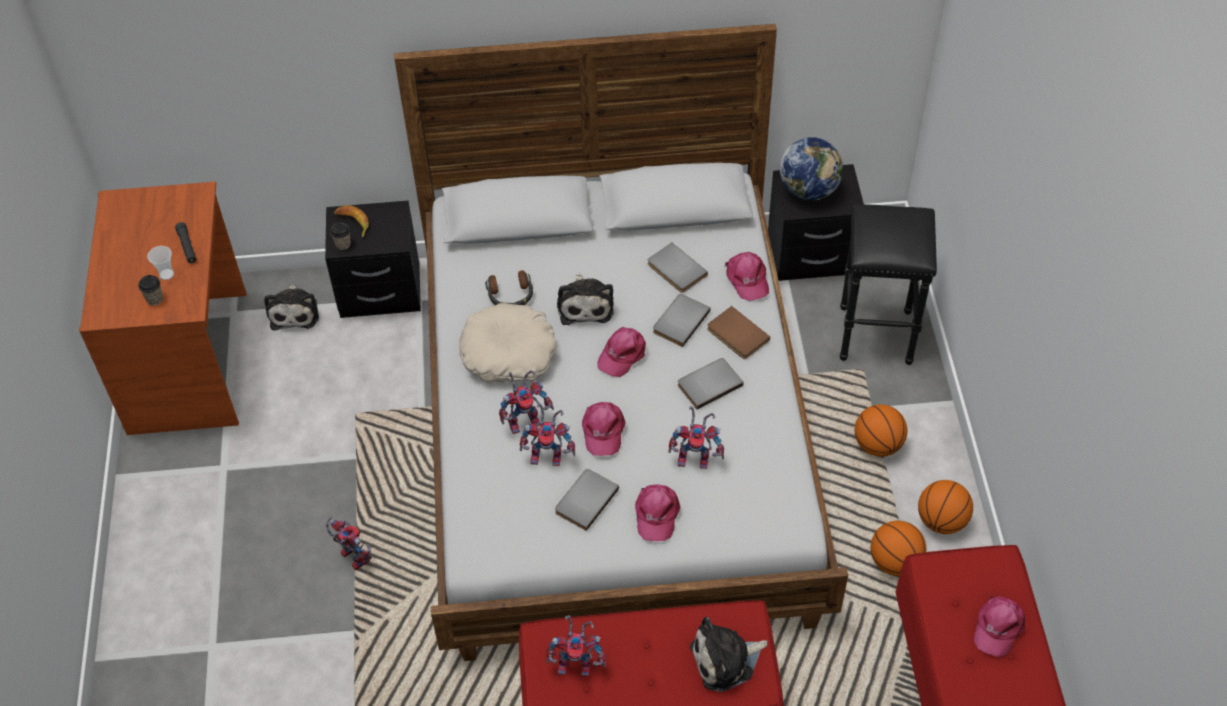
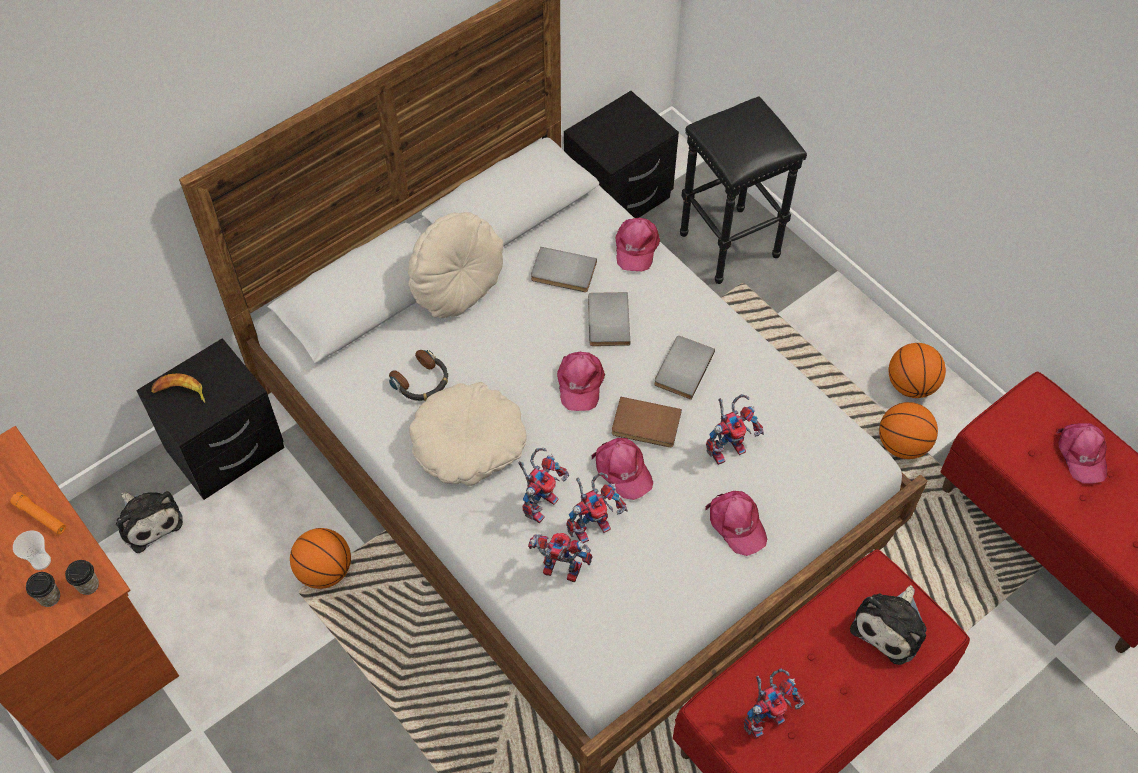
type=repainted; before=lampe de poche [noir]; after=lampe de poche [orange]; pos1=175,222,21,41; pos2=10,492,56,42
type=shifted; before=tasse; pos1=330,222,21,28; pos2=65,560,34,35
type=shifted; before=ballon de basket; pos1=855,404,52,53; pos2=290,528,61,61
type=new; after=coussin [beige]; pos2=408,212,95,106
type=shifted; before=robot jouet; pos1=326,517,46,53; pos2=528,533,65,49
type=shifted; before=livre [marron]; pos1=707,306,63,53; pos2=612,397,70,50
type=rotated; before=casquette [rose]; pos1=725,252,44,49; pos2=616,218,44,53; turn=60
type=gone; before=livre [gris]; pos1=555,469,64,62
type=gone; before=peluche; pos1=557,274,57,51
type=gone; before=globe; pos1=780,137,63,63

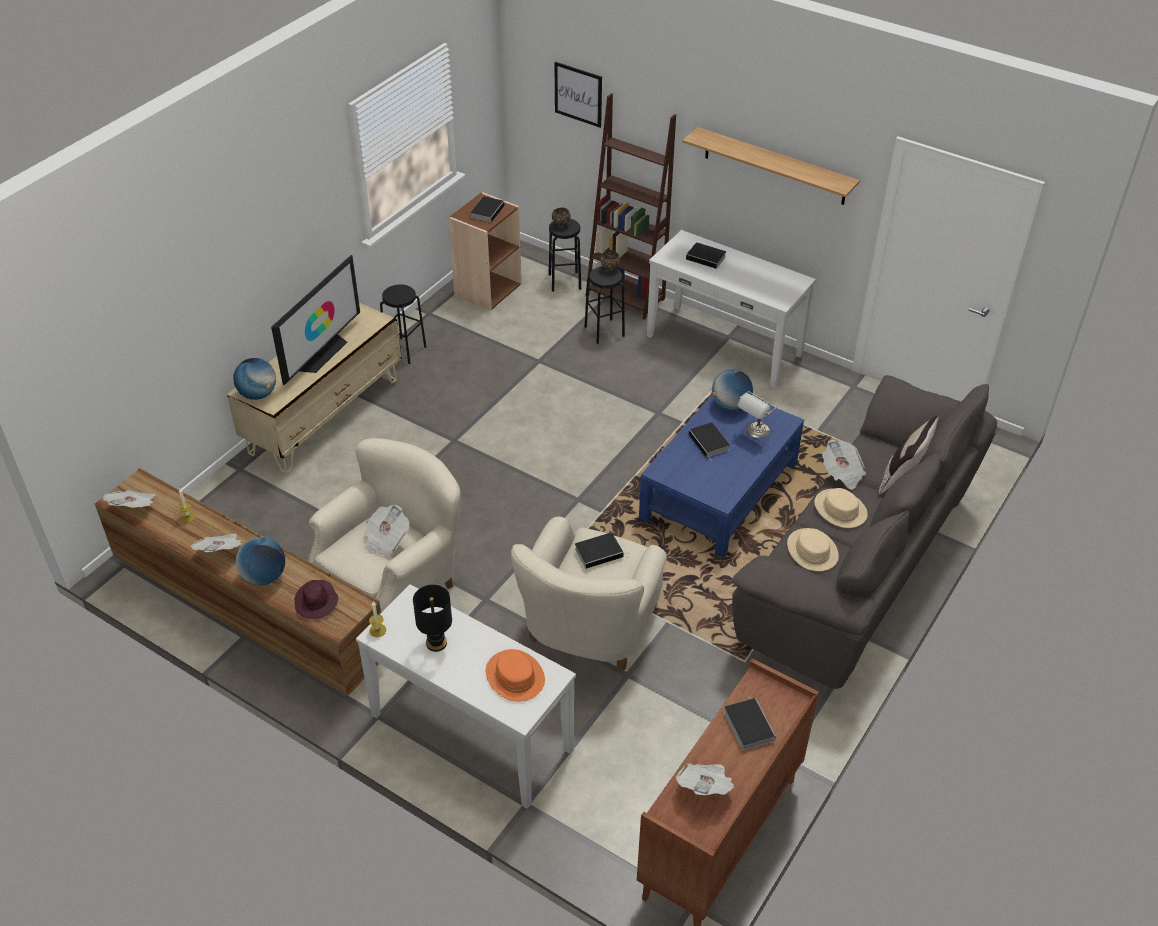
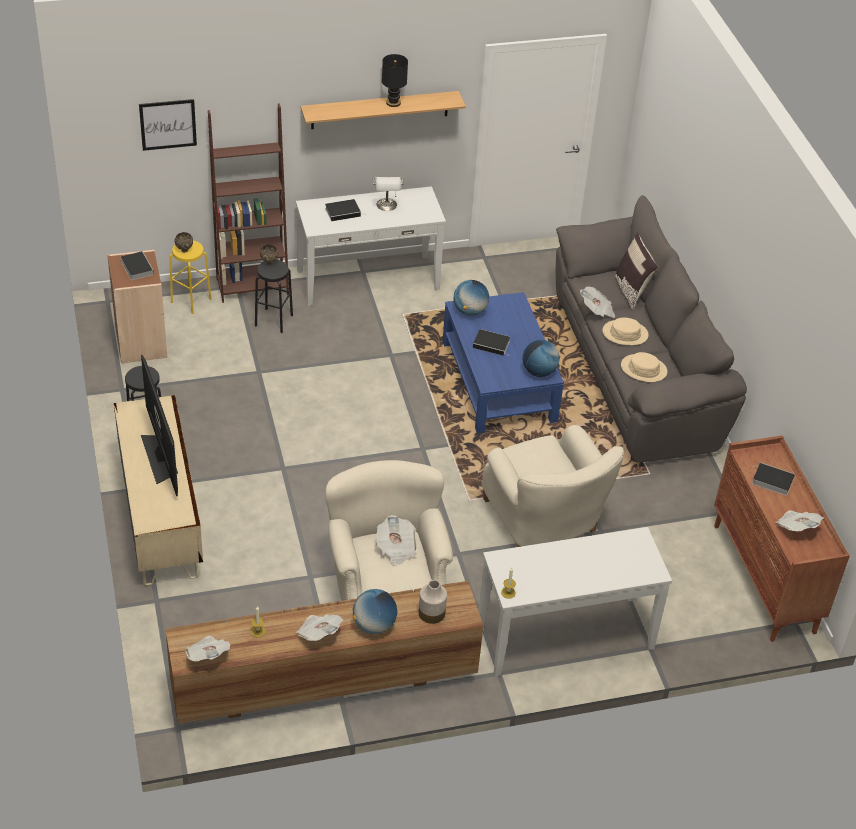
type=repainted; before=tabouret [noir]; after=tabouret [jaune]; pos1=549,219,32,73; pos2=170,240,42,74
type=shifted; before=lampe de table [blanc]; pos1=738,391,38,47; pos2=373,177,31,34
type=shifted; before=lampe de table [noir]; pos1=413,585,39,67; pos2=382,54,26,53
type=swapped; before=chapeau [violet]; after=vase [beige]; pos1=294,580,44,39; pos2=418,580,29,44
type=shifted; before=globe; pos1=233,358,43,42; pos2=522,340,38,37
type=gone; before=chapeau [orange]; pos1=486,649,59,52
type=gone; before=livre; pos1=575,532,55,37

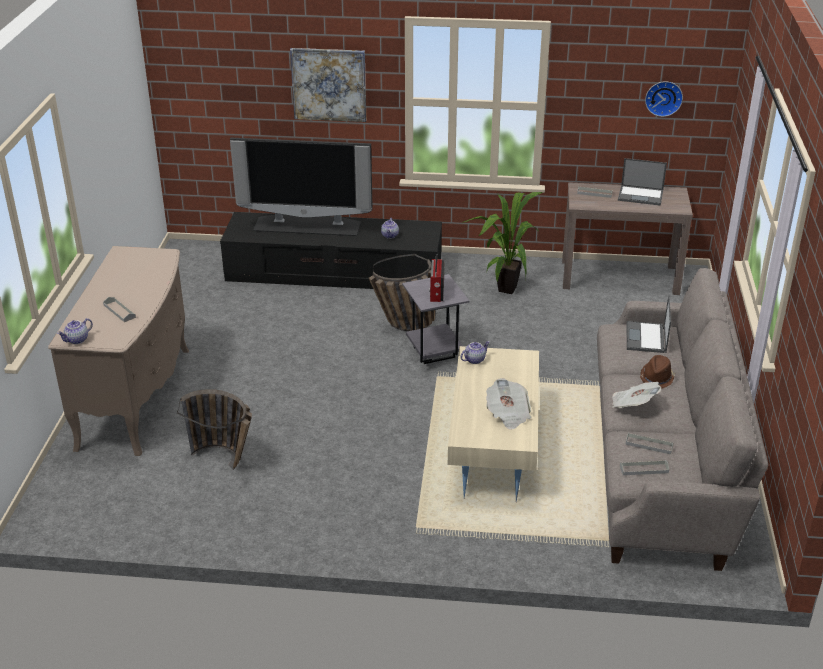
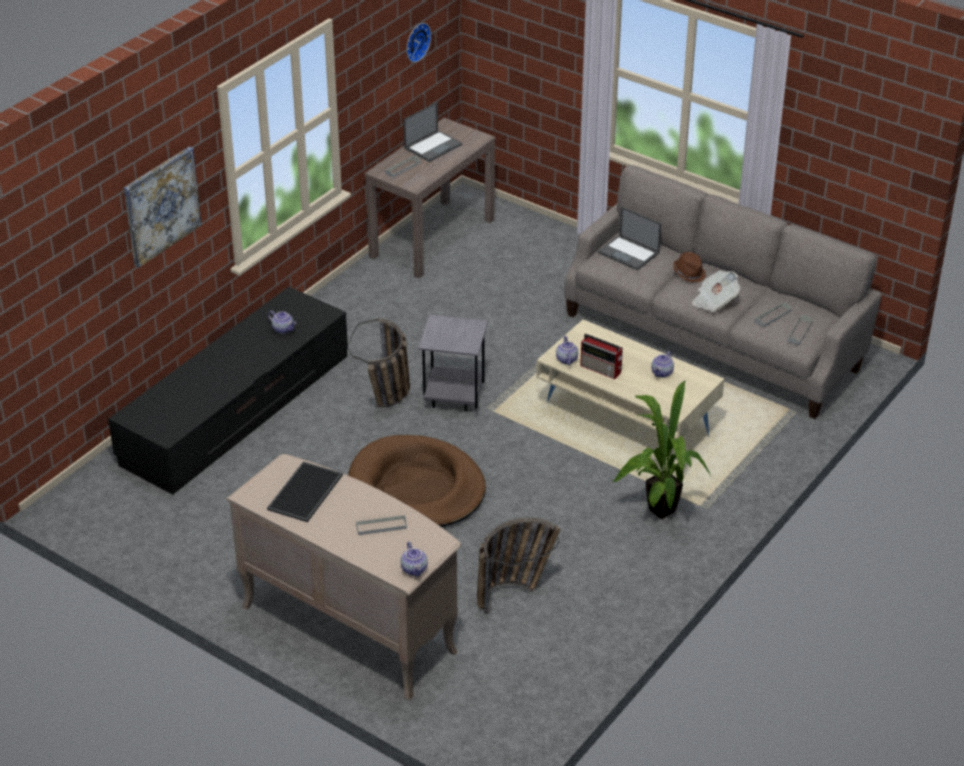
type=new; after=plateau; pos2=267,461,76,61
type=new; after=panier pour chien [marron]; pos2=348,435,138,92
type=shifted; before=radio; pos1=429,255,15,47; pos2=580,334,43,45
type=shifted; before=plante en pot; pos1=462,192,81,102; pos2=613,381,98,138
type=swapped; before=journal; after=théière; pos1=486,378,46,52; pos2=651,351,23,26
type=gone; before=téléviseur; pos1=230,138,143,98

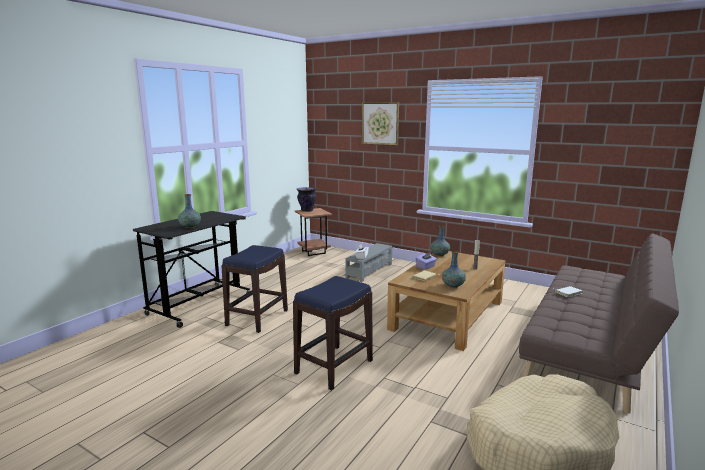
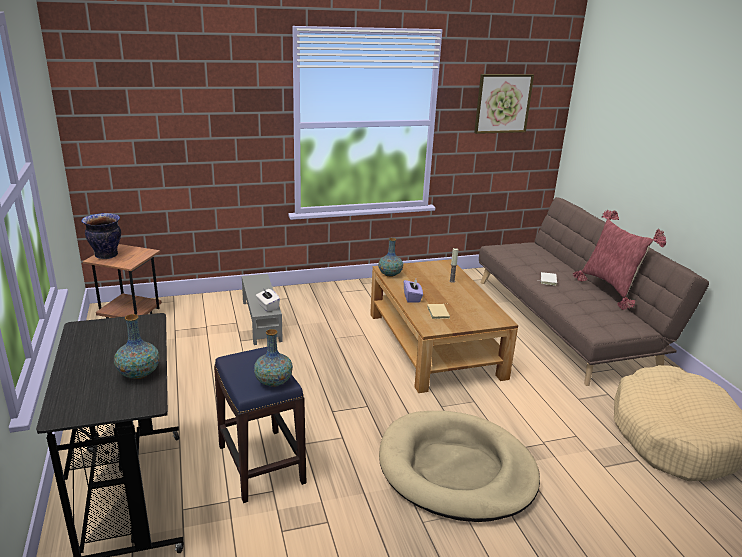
type=shifted; before=vase; pos1=442,251,24,37; pos2=254,329,39,58
type=swapped; before=tabouret; after=panier pour chien [beige]; pos1=293,276,80,115; pos2=379,411,161,111
type=shifted; before=tableau; pos1=362,102,37,43; pos2=474,74,60,60
type=new; after=coussin [rouge]; pos2=573,209,93,101

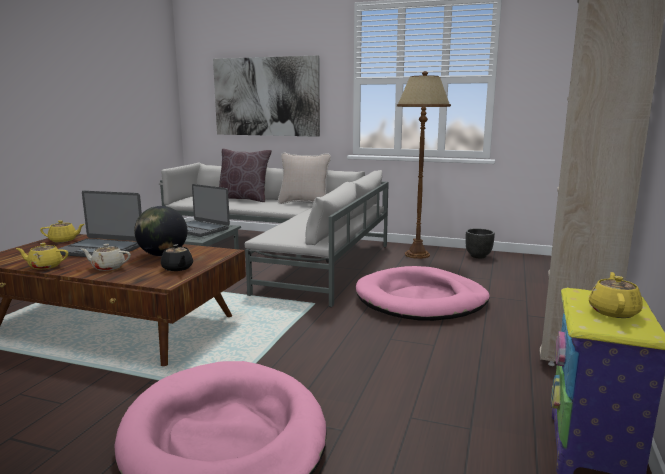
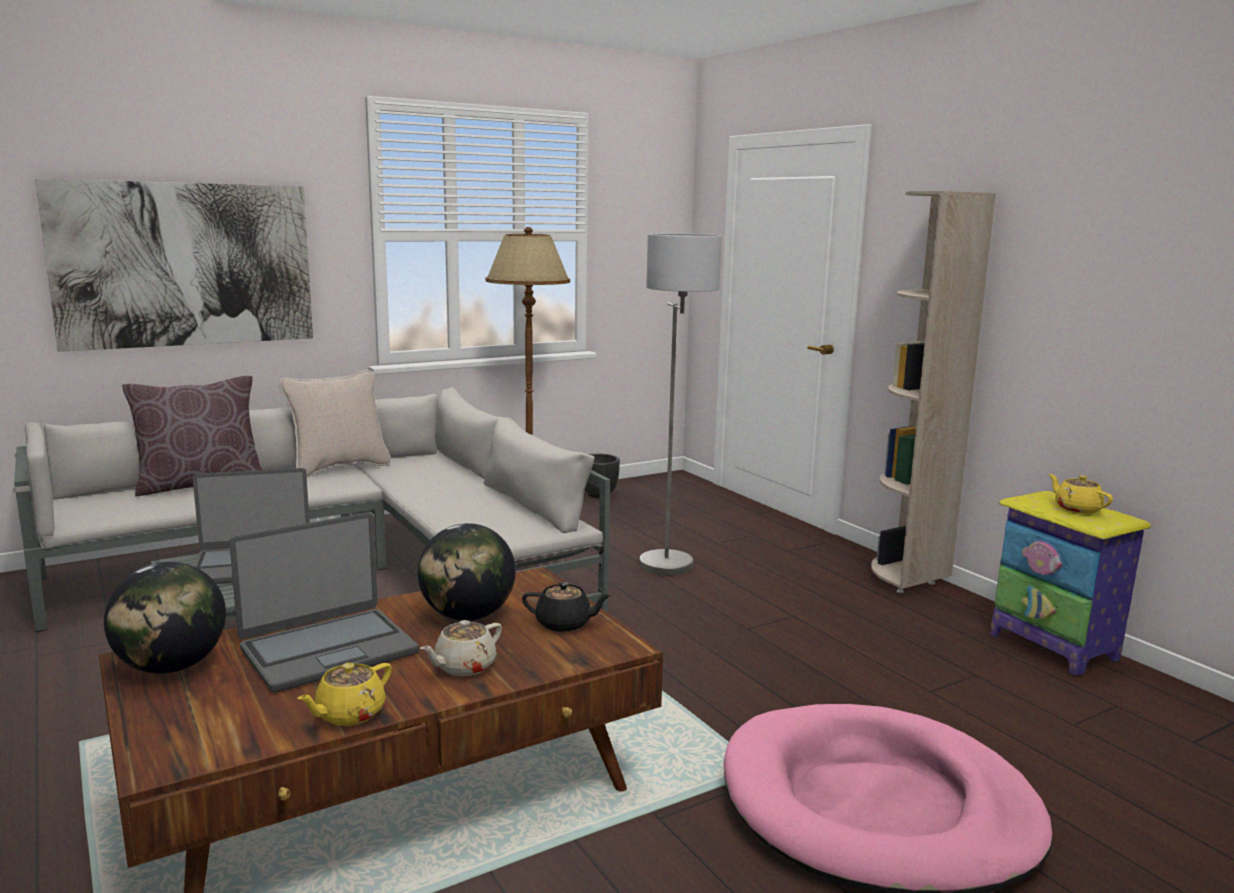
type=swapped; before=théière [jaune]; after=globe; pos1=40,220,44,22; pos2=104,562,122,112
type=swapped; before=panier pour chien [rose]; after=lampadaire [gris]; pos1=356,266,134,55; pos2=639,233,83,342

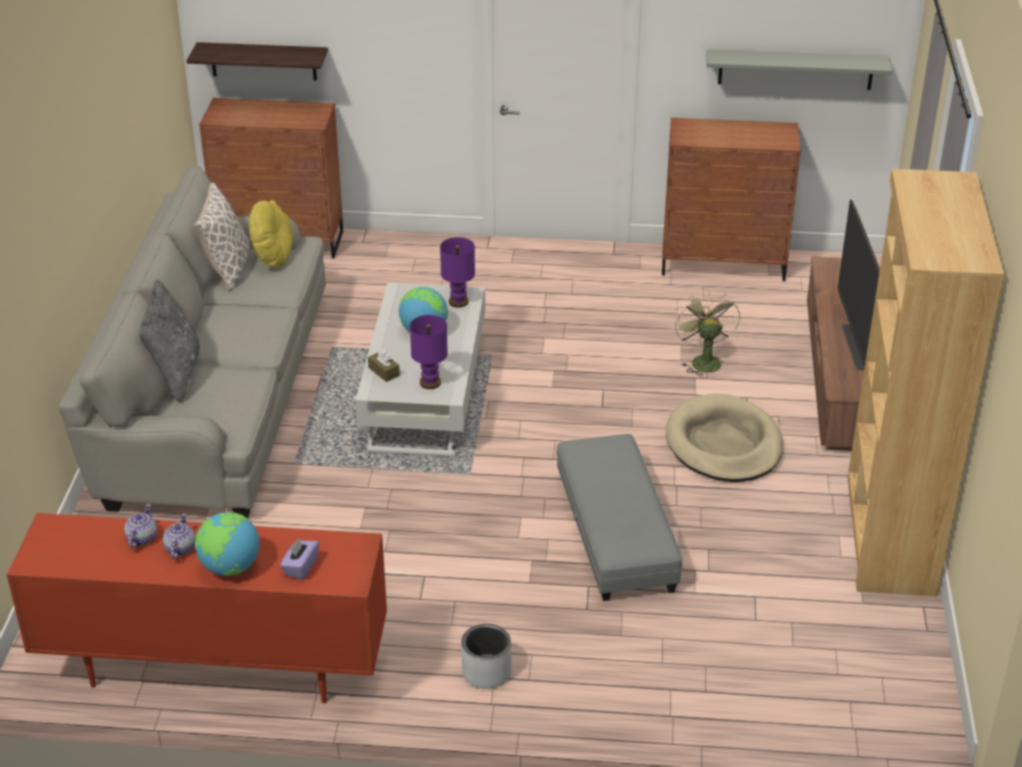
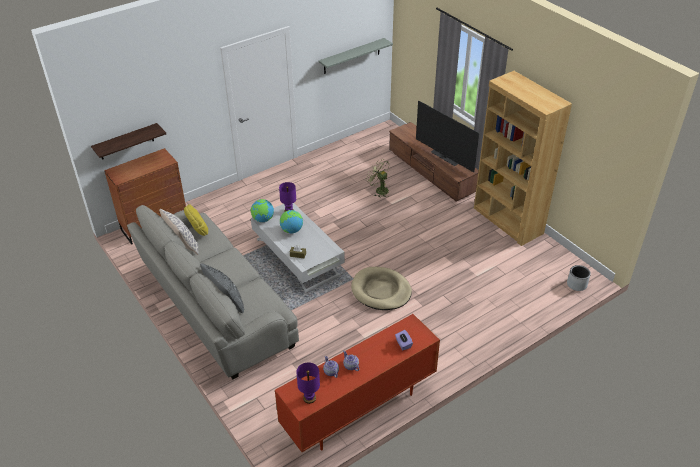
type=shifted; before=globe; pos1=195,512,65,64; pos2=251,199,23,23
type=shifted; before=lampe de table [violet]; pos1=410,315,38,74; pos2=296,363,24,41
type=shifted; before=panier pour chien [beige]; pos1=666,394,117,88; pos2=351,267,61,43
type=shifted; before=cache-pot [gris]; pos1=462,624,50,65; pos2=567,265,24,26
type=gone; before=pouf [gris]; pos1=556,434,126,167
type=gone; before=commode [marron]; pos1=662,118,139,163

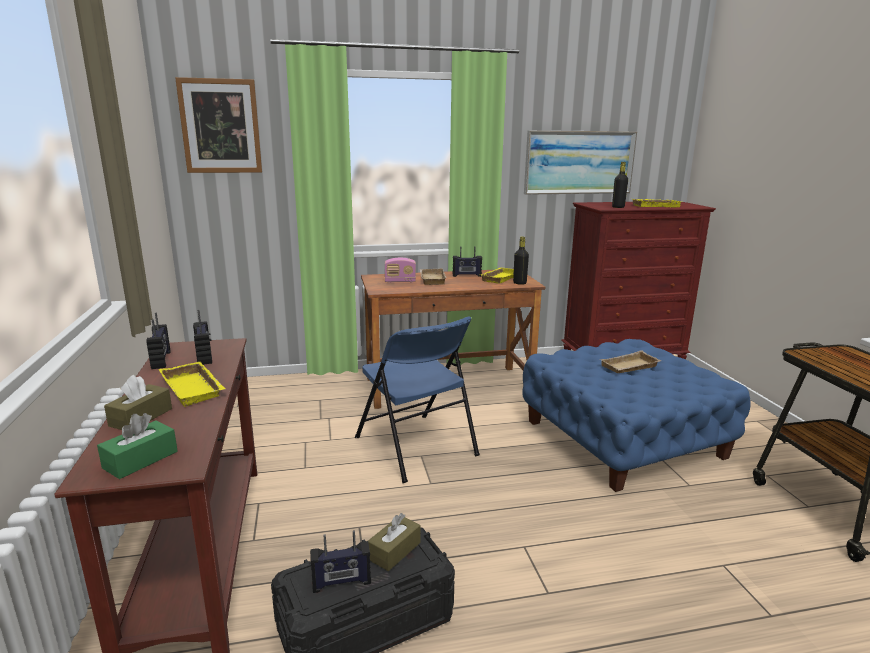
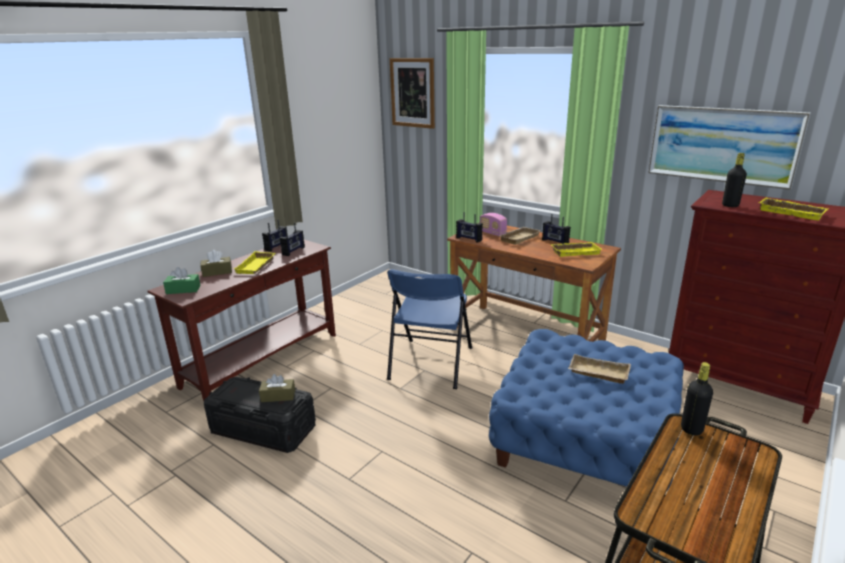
type=shifted; before=radio; pos1=310,530,61,63; pos2=456,212,27,31
type=shifted; before=bouteille [noir]; pos1=513,237,16,48; pos2=681,362,32,74

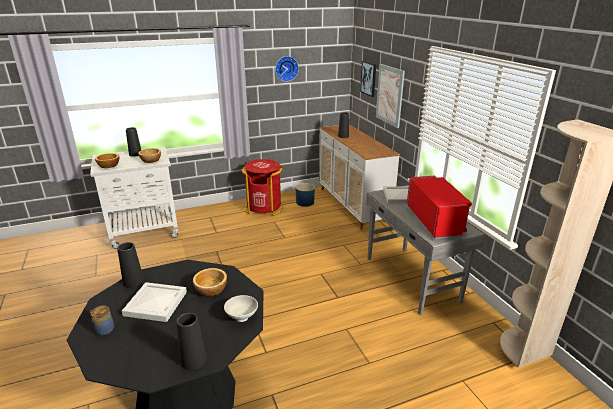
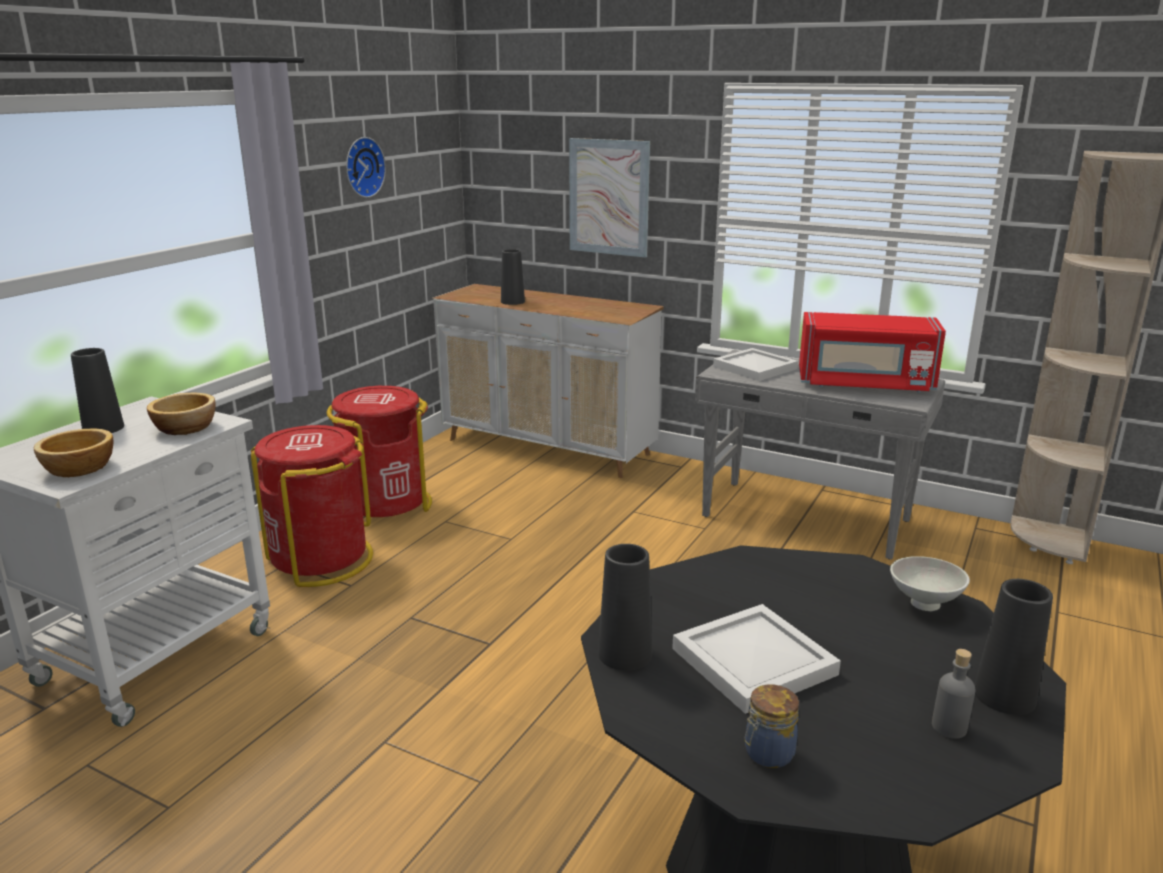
type=new; after=poubelle [rouge]; pos2=251,425,122,162
type=rotated; before=micro-ondes [rouge]; pos1=407,176,65,63; pos2=799,312,147,80; turn=150
type=new; after=bouteille [gris]; pos2=932,649,44,90
type=gone; before=bol; pos1=193,268,34,29
type=gone; before=cache-pot [bleu]; pos1=296,183,19,24
type=gone; before=tableau; pos1=360,61,16,36

